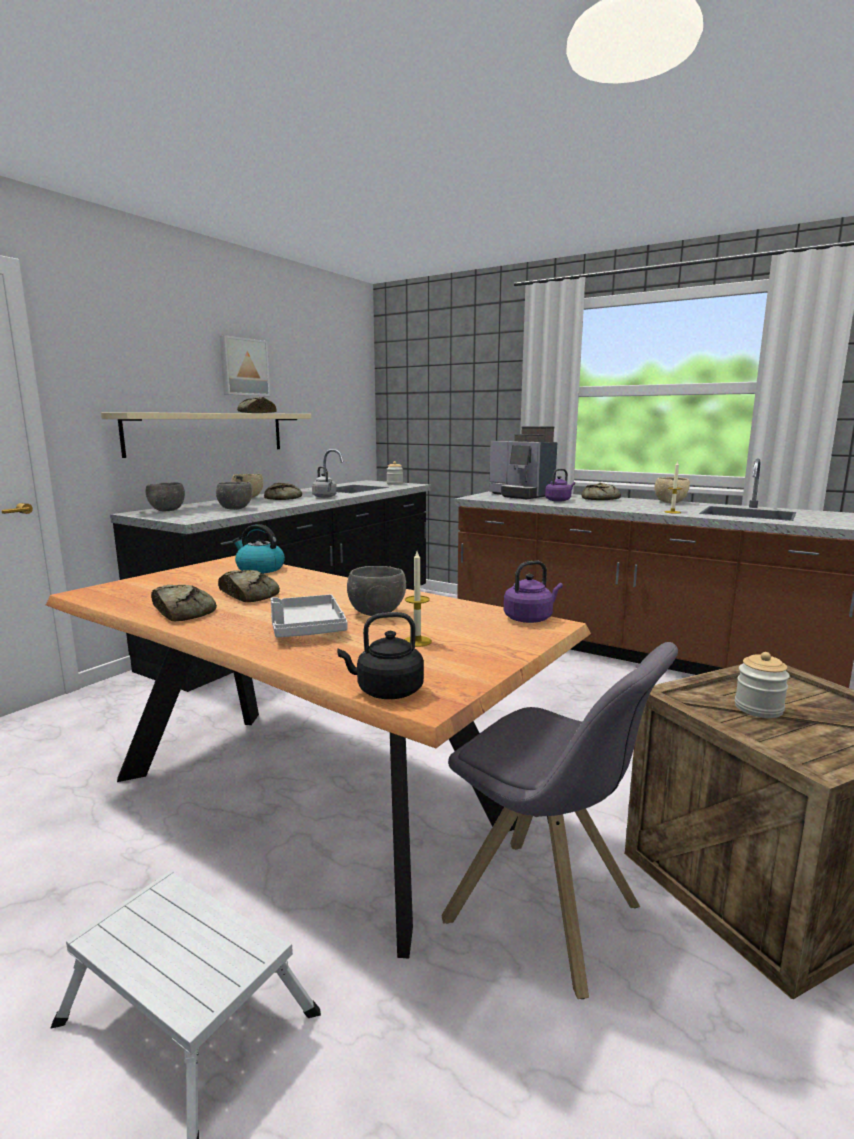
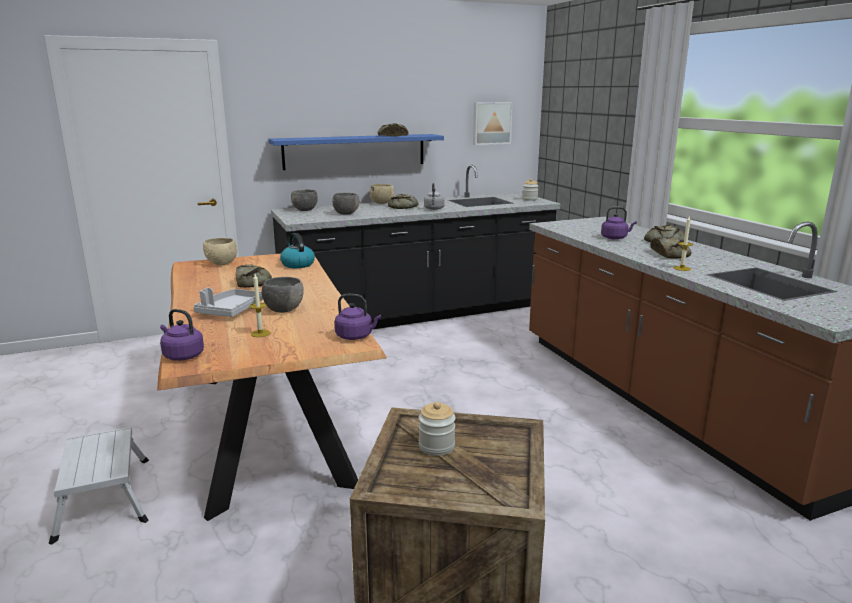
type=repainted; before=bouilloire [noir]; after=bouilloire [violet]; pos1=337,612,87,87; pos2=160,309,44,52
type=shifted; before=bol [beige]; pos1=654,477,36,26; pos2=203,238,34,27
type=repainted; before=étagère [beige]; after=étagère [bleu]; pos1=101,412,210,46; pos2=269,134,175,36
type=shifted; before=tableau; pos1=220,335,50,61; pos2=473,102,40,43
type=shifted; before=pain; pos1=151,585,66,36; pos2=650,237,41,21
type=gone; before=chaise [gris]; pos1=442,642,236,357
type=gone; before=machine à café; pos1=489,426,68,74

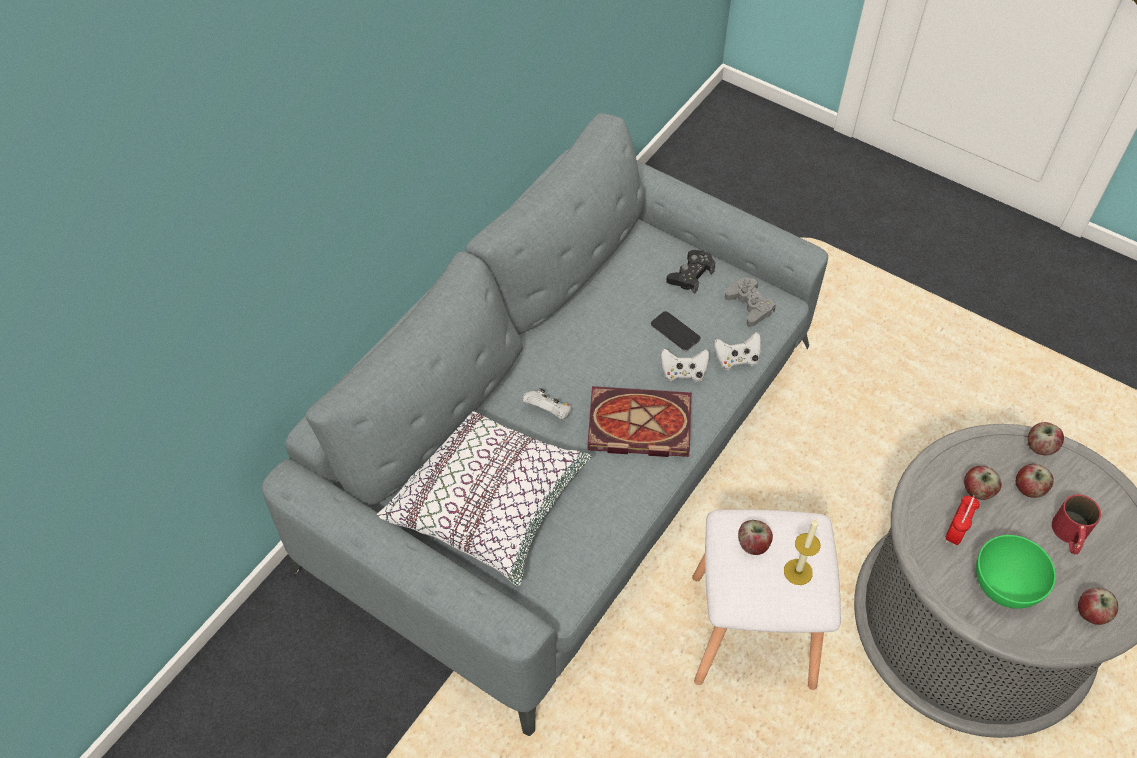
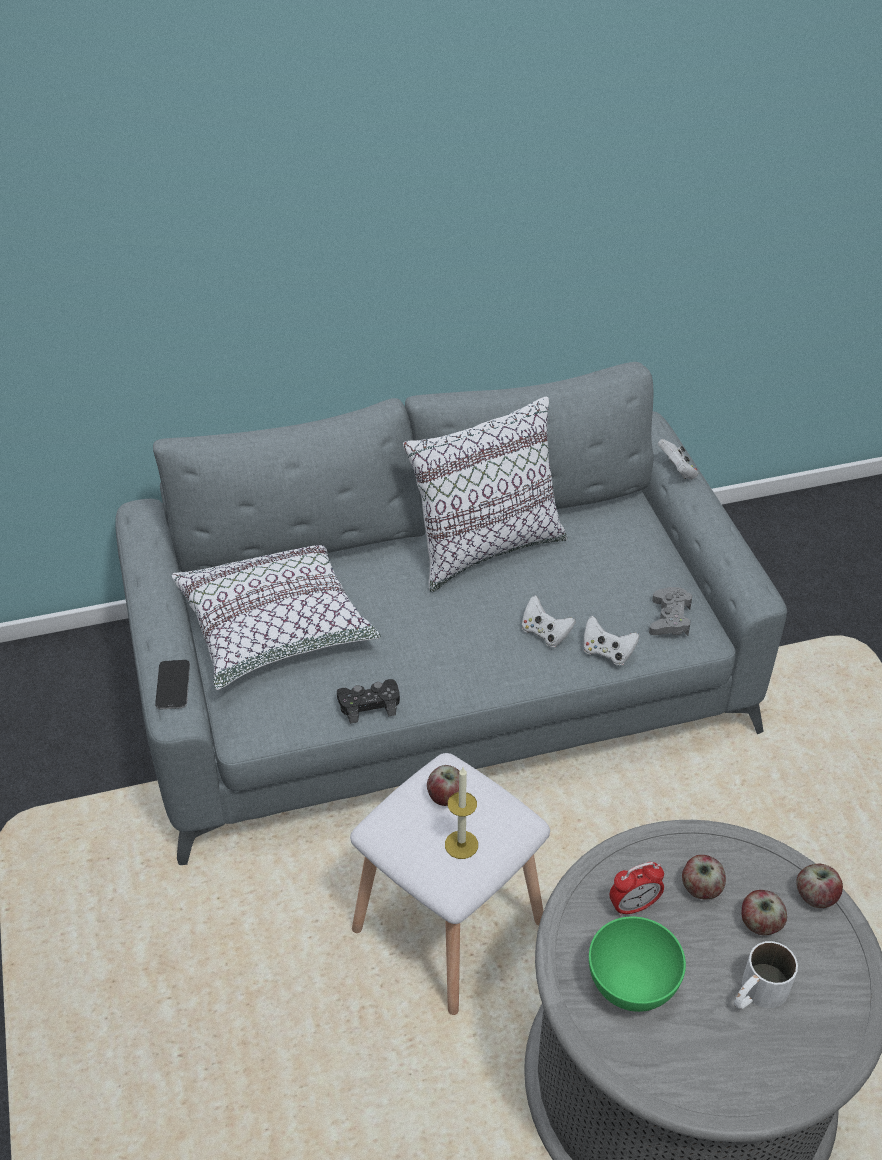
type=shifted; before=téléphone; pos1=651,311,50,40; pos2=155,660,35,49
type=shifted; before=manette [noir]; pos1=666,250,49,44; pos2=337,679,63,45
type=new; after=coussin [blanc]; pos2=403,397,164,195
type=shifted; before=manette [blanc]; pos1=522,388,49,31; pos2=657,439,41,41
type=repainted; before=mug [rouge]; after=mug [blanc]; pos1=1052,494,49,60; pos2=734,941,64,68
type=gone; before=livre; pos1=587,386,104,71
type=gone; before=pomme; pos1=1078,588,40,37

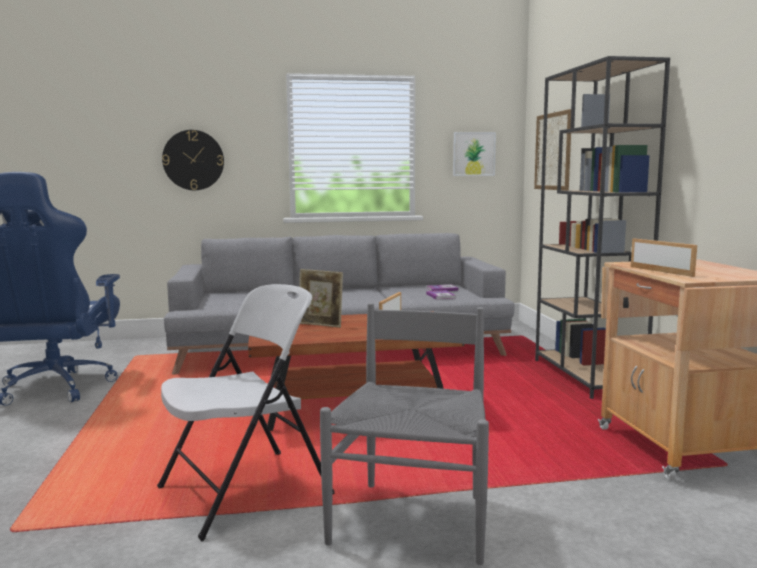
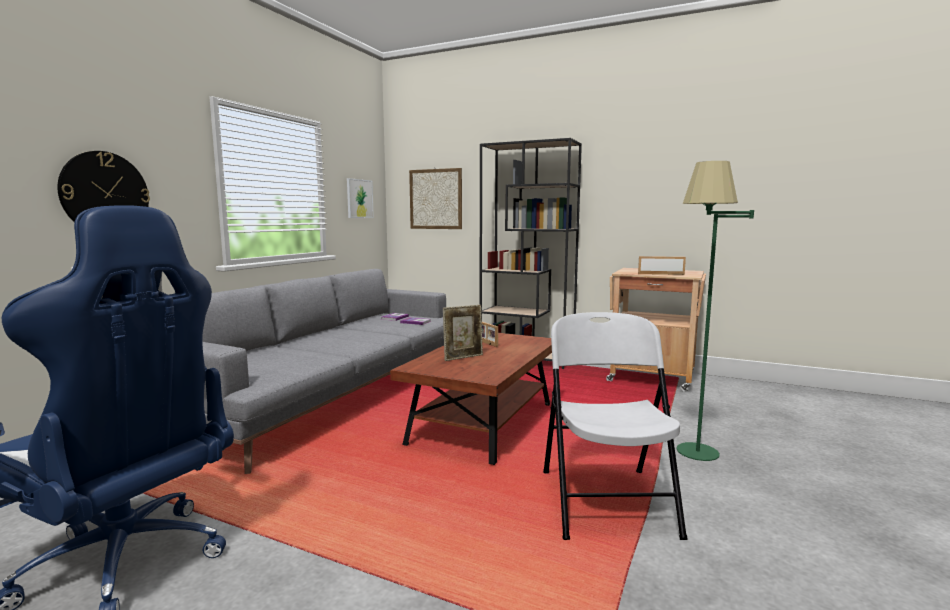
type=swapped; before=chaise [gris]; after=lampadaire [vert]; pos1=320,303,169,262; pos2=676,161,78,300

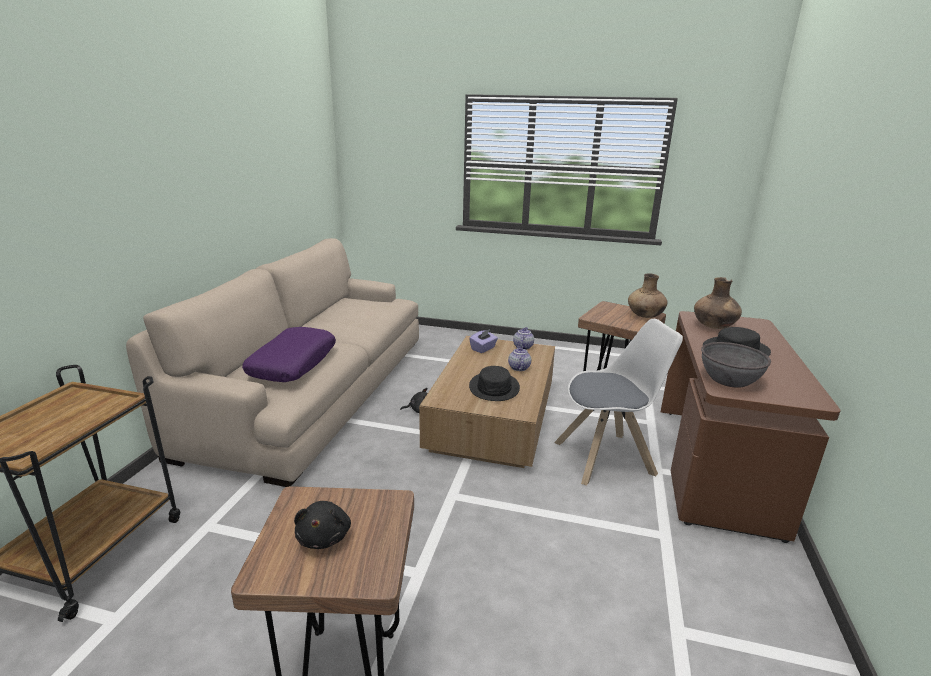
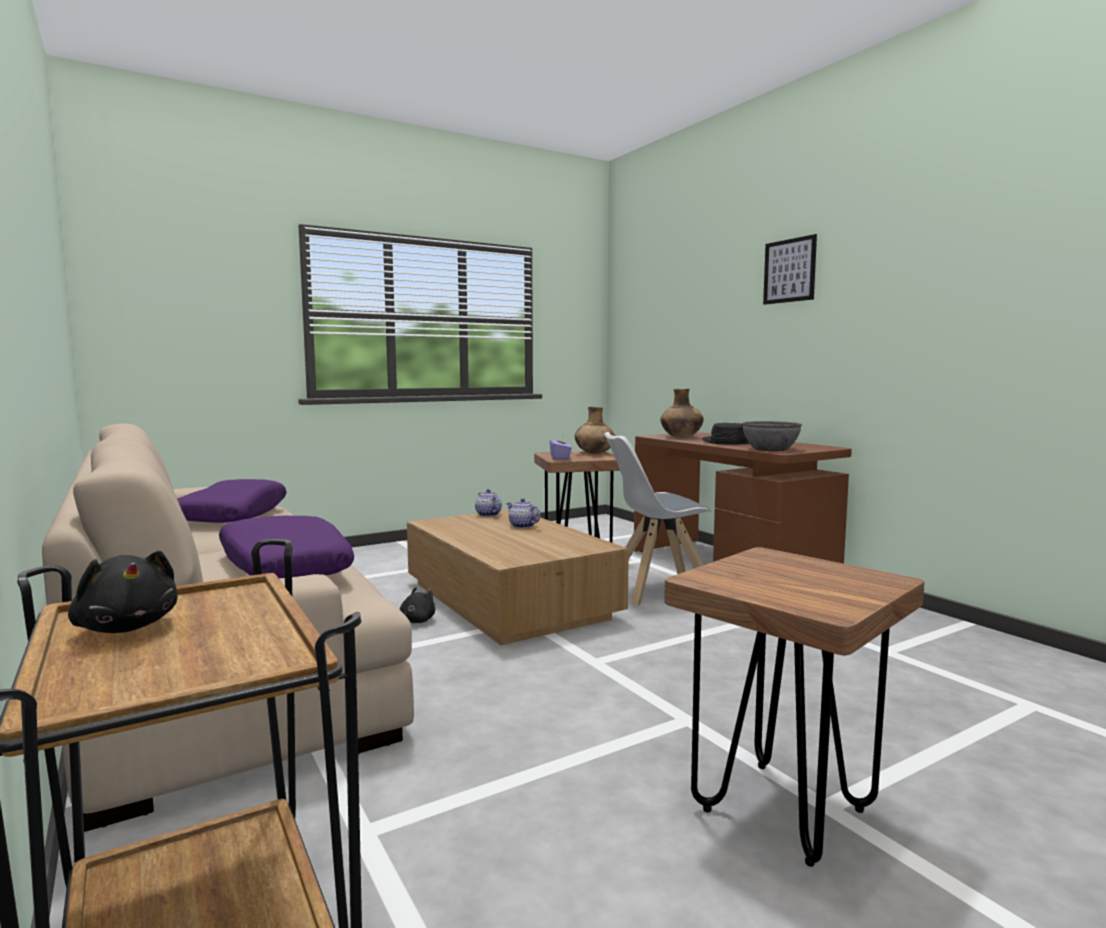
type=shifted; before=peluche [noir]; pos1=294,501,57,48; pos2=68,551,110,82
type=new; after=coussin [violet]; pos2=177,479,110,44
type=shifted; before=boîte à mouchoirs [violet]; pos1=469,329,29,24; pos2=550,434,22,26
type=rotated; before=chaise; pos1=554,319,129,167; pos2=604,432,108,174; turn=-135
type=new; after=tableau; pos2=763,234,54,71
type=gone; before=chapeau [noir]; pos1=469,366,51,35

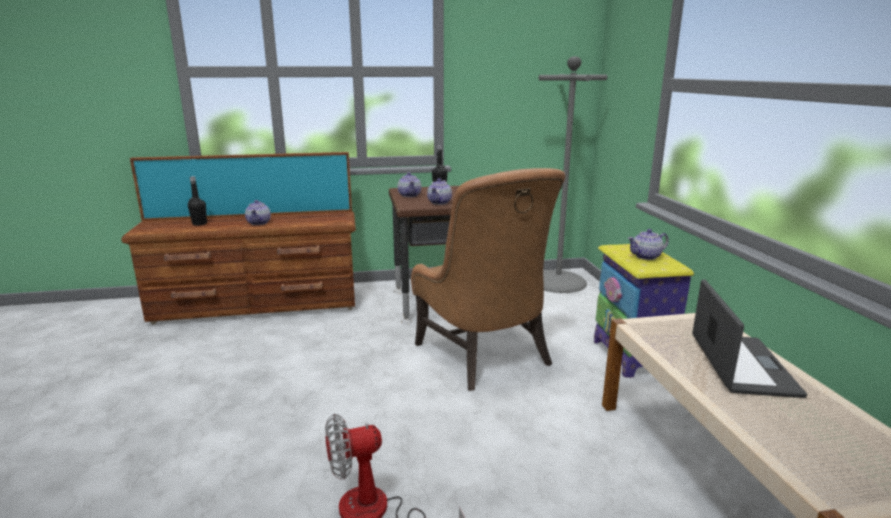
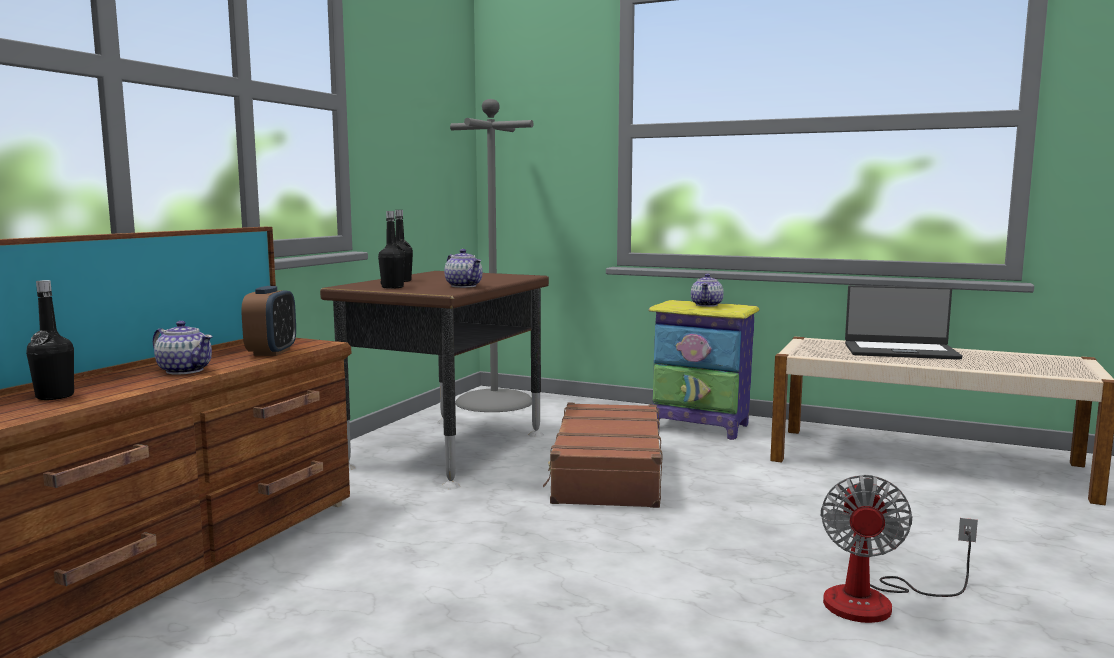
type=new; after=réveil; pos2=241,286,55,70
type=swapped; before=théière; after=bouteille [noir]; pos1=397,172,24,25; pos2=378,211,27,78
type=swapped; before=chaise [marron]; after=valise [marron]; pos1=411,168,155,223; pos2=543,403,120,105
type=rotated; before=ordinateur portable; pos1=692,279,115,119; pos2=845,285,117,75; turn=150

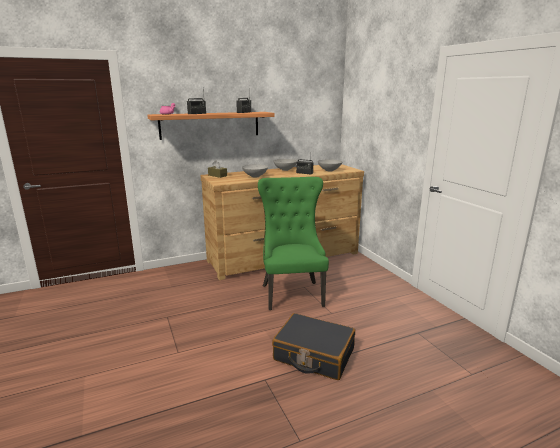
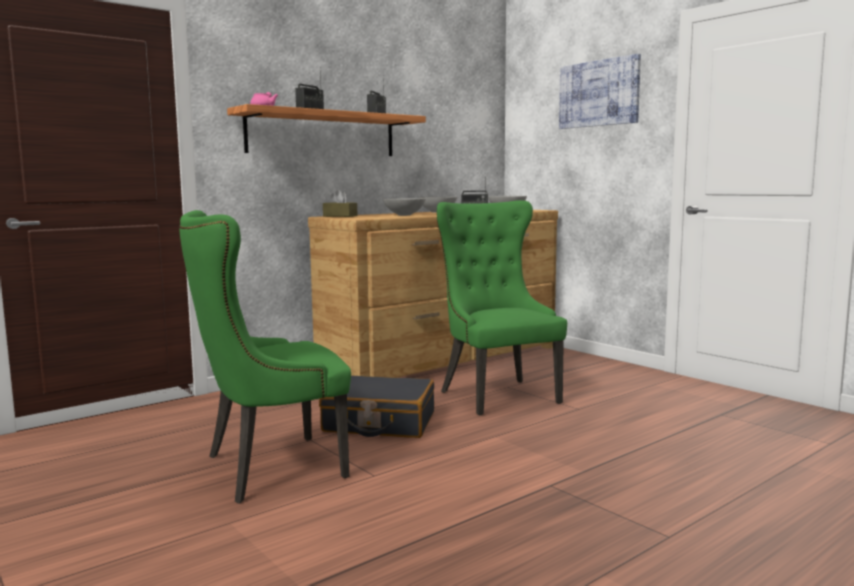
type=new; after=chaise [vert]; pos2=179,210,172,294
type=shifted; before=valise [noir]; pos1=272,313,83,67; pos2=319,376,115,62
type=new; after=tableau; pos2=559,54,82,75

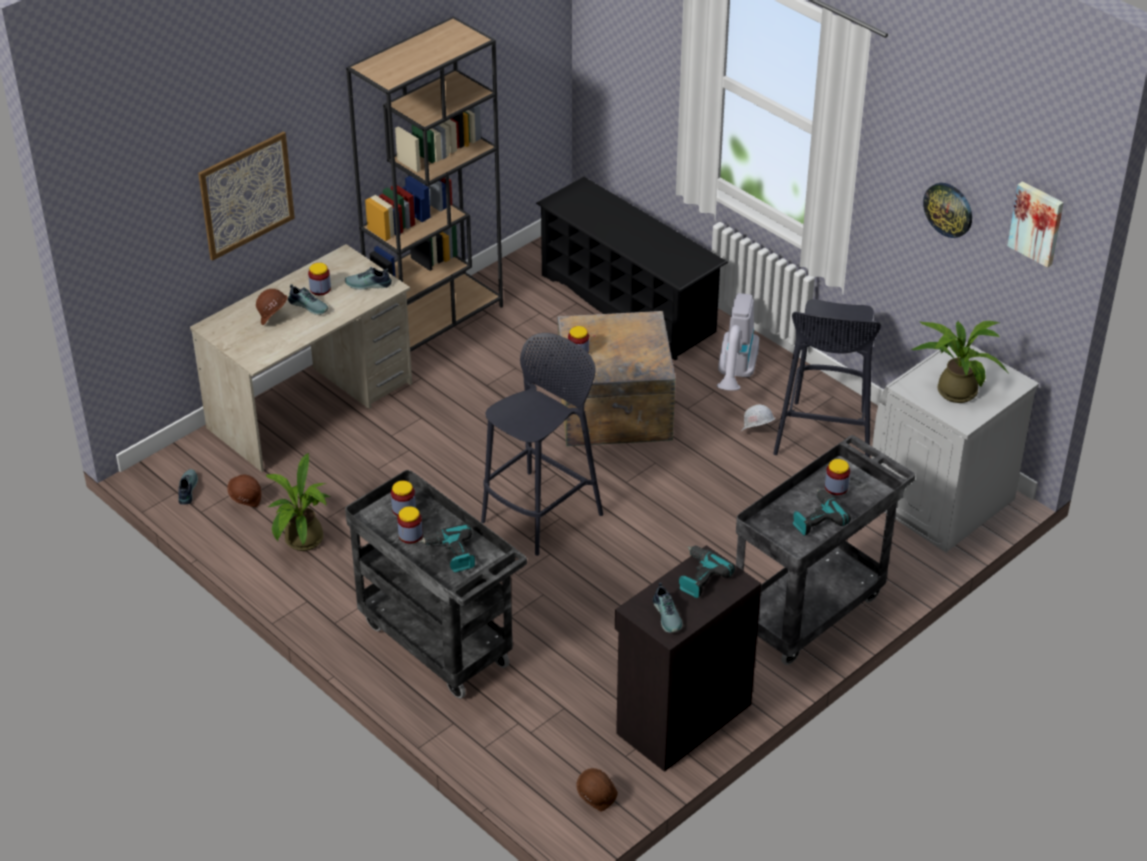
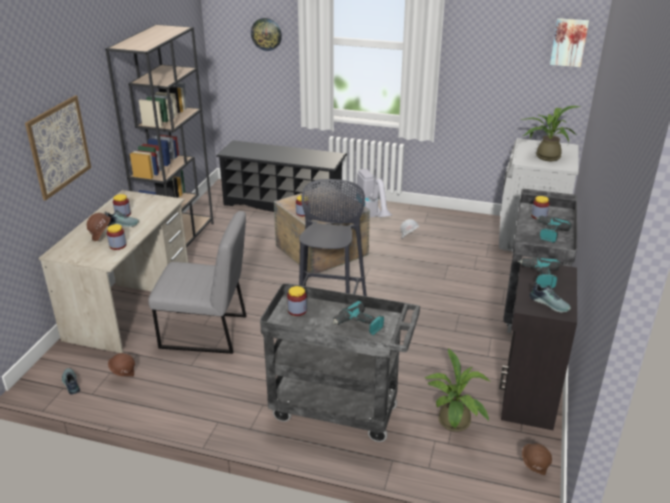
type=shifted; before=bocal; pos1=397,506,26,38; pos2=107,224,19,26
type=new; after=chaise [gris]; pos2=148,211,98,143
type=shifted; before=horloge murale; pos1=923,183,49,55; pos2=251,18,31,33
type=shifted; before=plante en pot; pos1=266,453,64,98; pos2=424,348,67,84
type=gone; before=chaussure; pos1=345,267,47,23
type=gone; before=tabouret [gris]; pos1=773,299,108,159

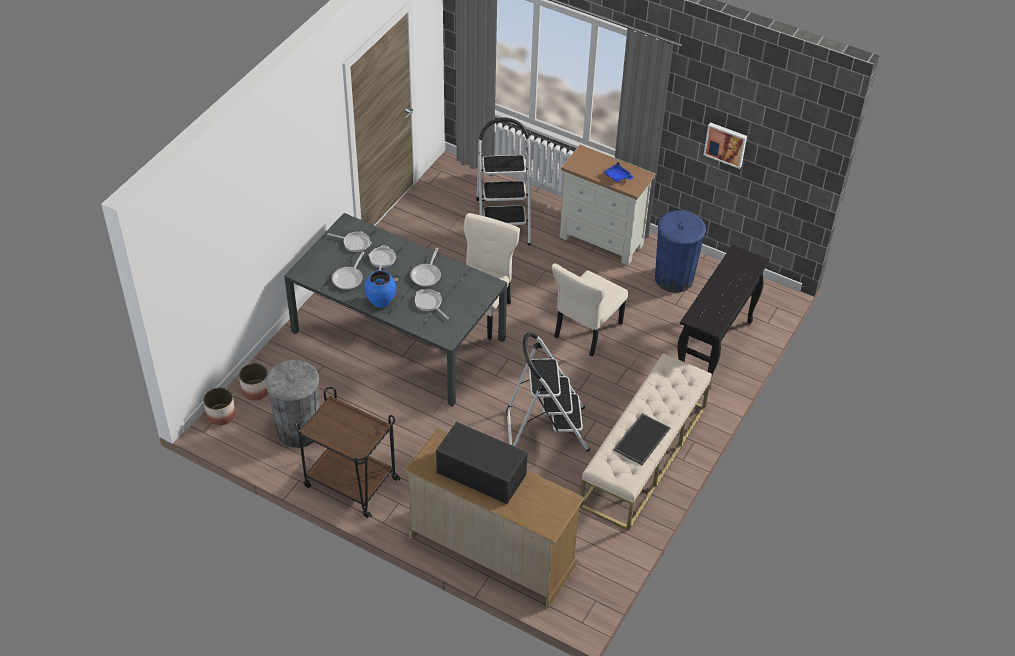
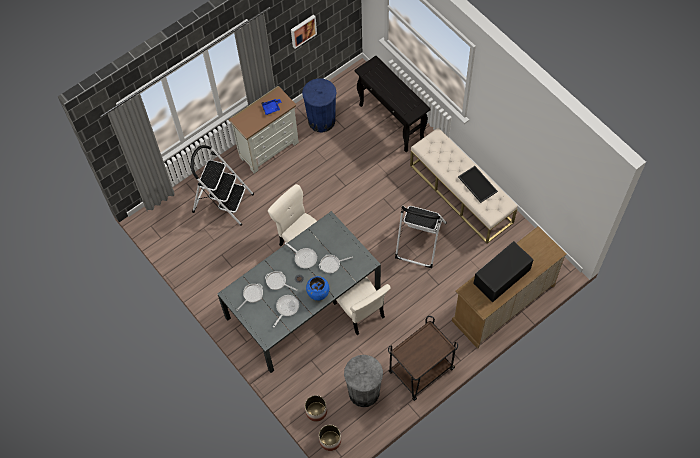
type=rotated; before=poêle; pos1=332,252,33,38; pos2=273,295,26,32; turn=-105
type=shifted; before=chaise [beige]; pos1=552,263,76,94; pos2=332,277,59,58

